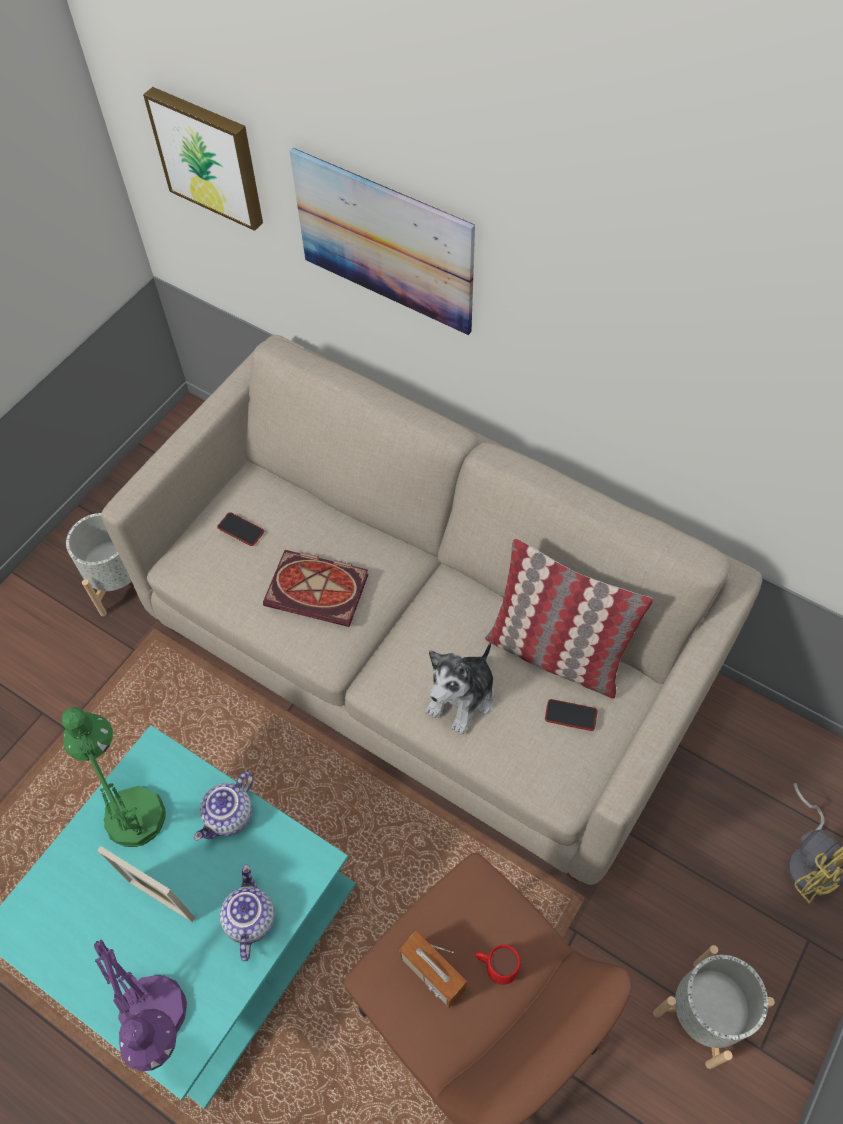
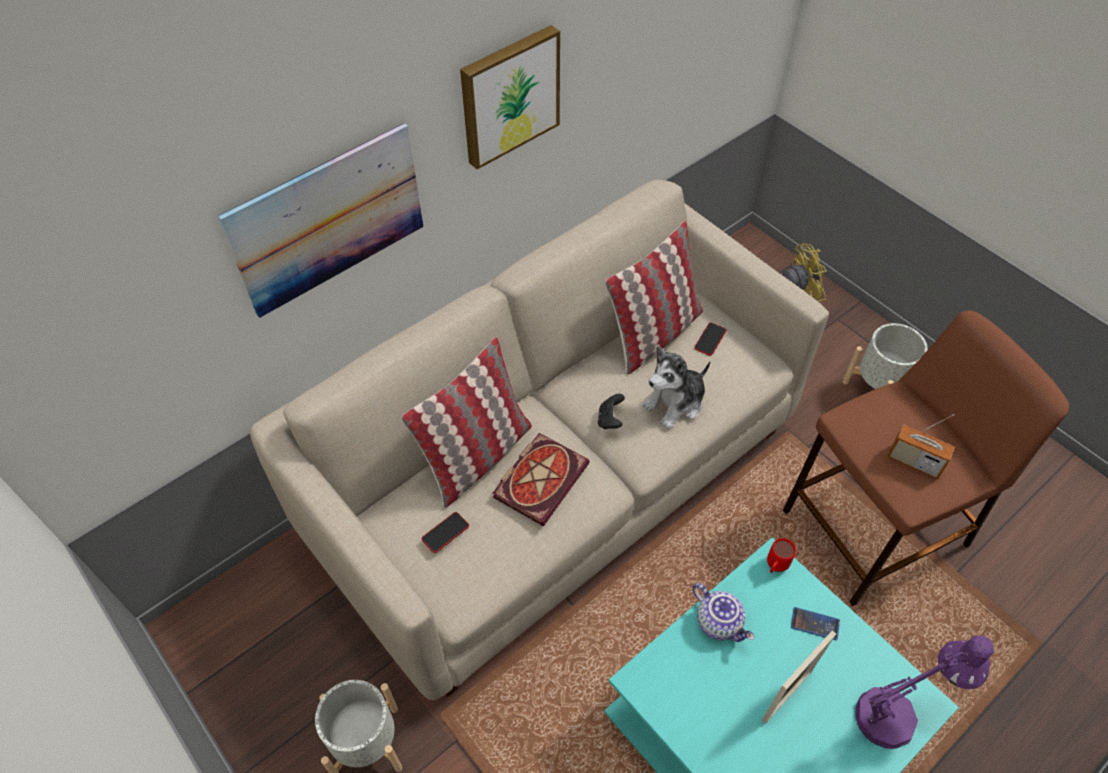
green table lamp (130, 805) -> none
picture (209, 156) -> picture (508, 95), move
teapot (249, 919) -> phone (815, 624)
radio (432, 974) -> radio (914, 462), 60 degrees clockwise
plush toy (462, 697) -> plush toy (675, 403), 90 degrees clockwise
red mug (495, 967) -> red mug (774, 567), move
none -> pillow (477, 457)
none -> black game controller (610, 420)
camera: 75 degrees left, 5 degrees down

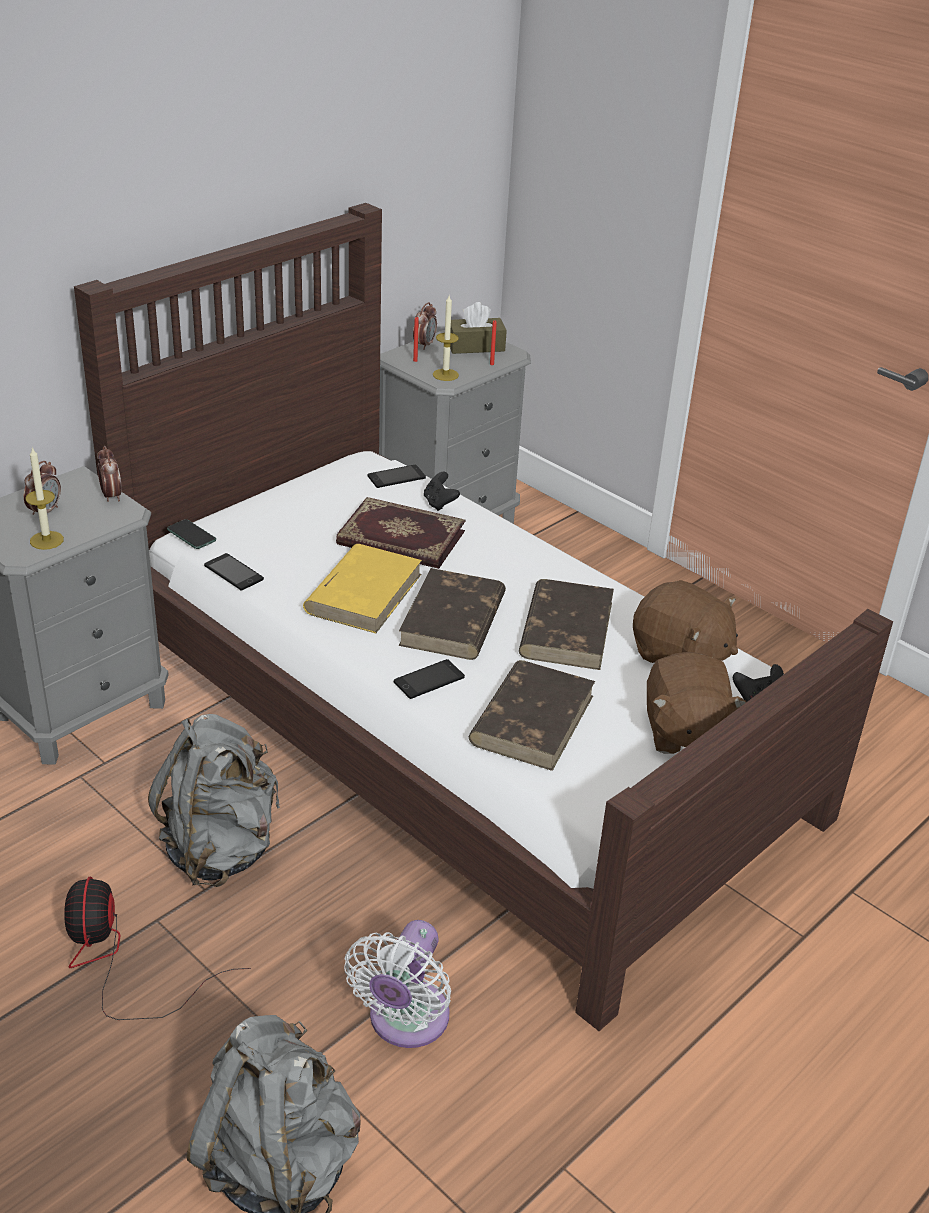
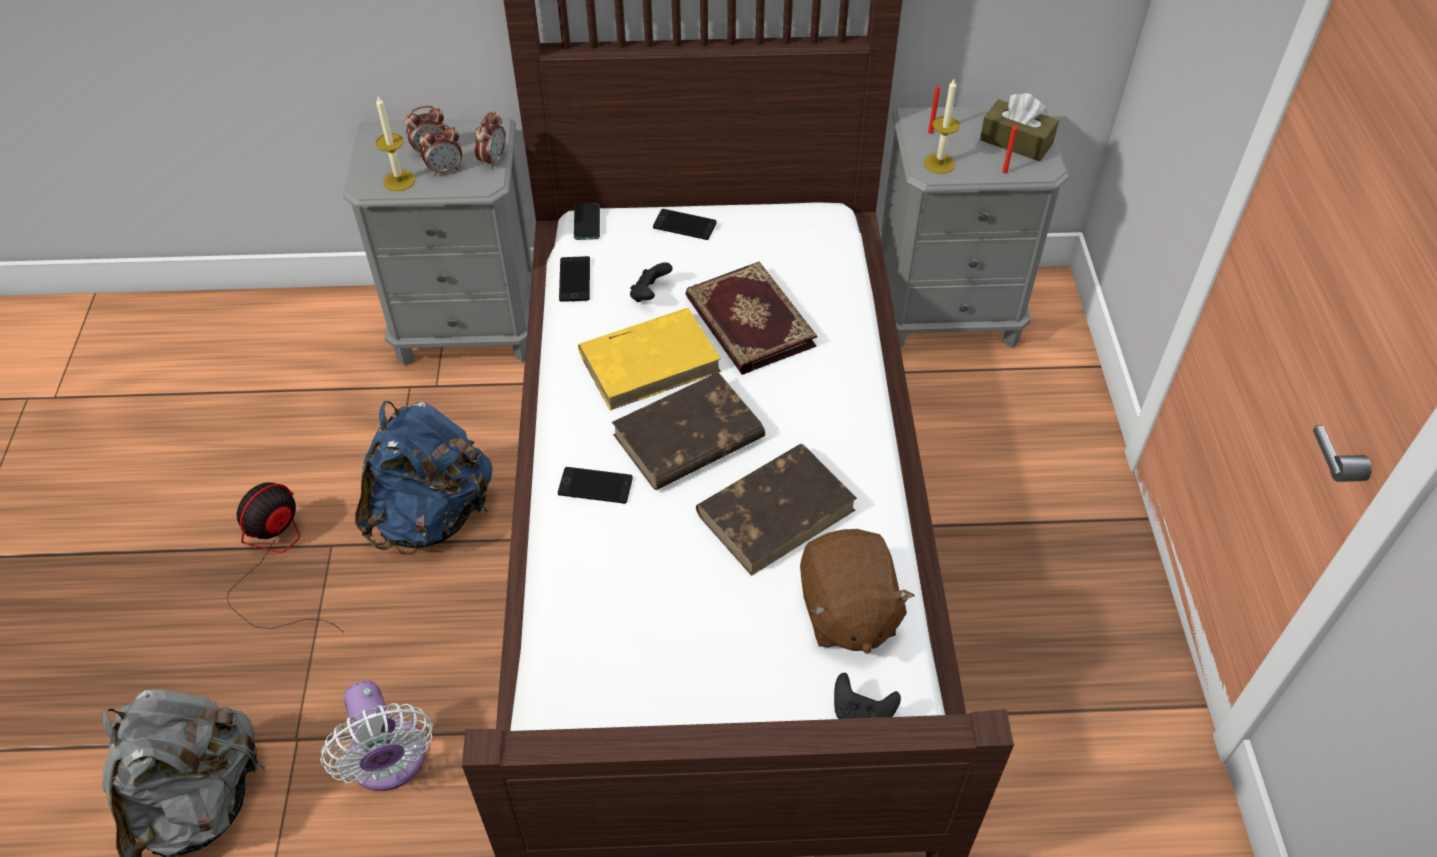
grey backpack (221, 848) -> blue backpack (432, 515)
white fan (405, 1022) -> white fan (389, 763), 90 degrees counterclockwise
phone (396, 477) -> phone (684, 225), move
alarm clock (424, 345) -> alarm clock (445, 170), move
black game controller (439, 503) -> black game controller (649, 294), move
brown book (532, 719) -> none
brown plush toy (684, 732) -> none
camera: 45 degrees right, 15 degrees up

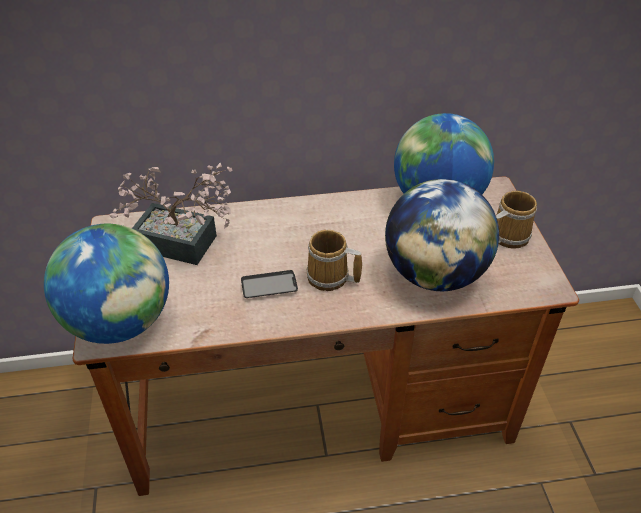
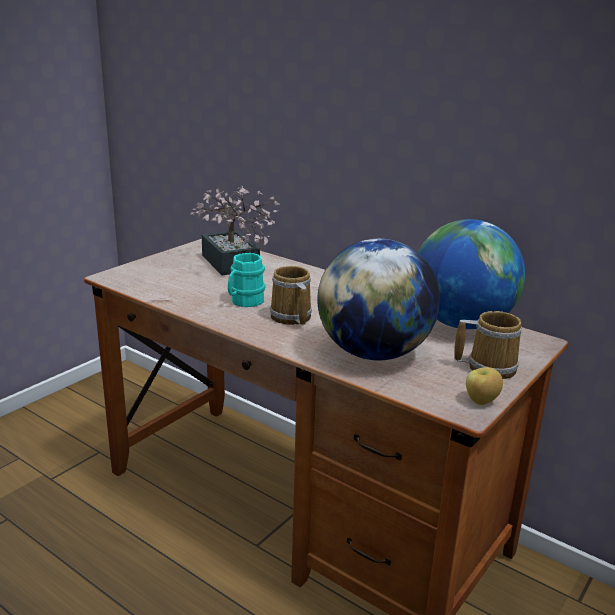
globe (120, 322) -> none
phone (269, 285) -> turquoise mug (244, 302)
none -> apple (481, 401)
camera: 45 degrees right, 20 degrees down

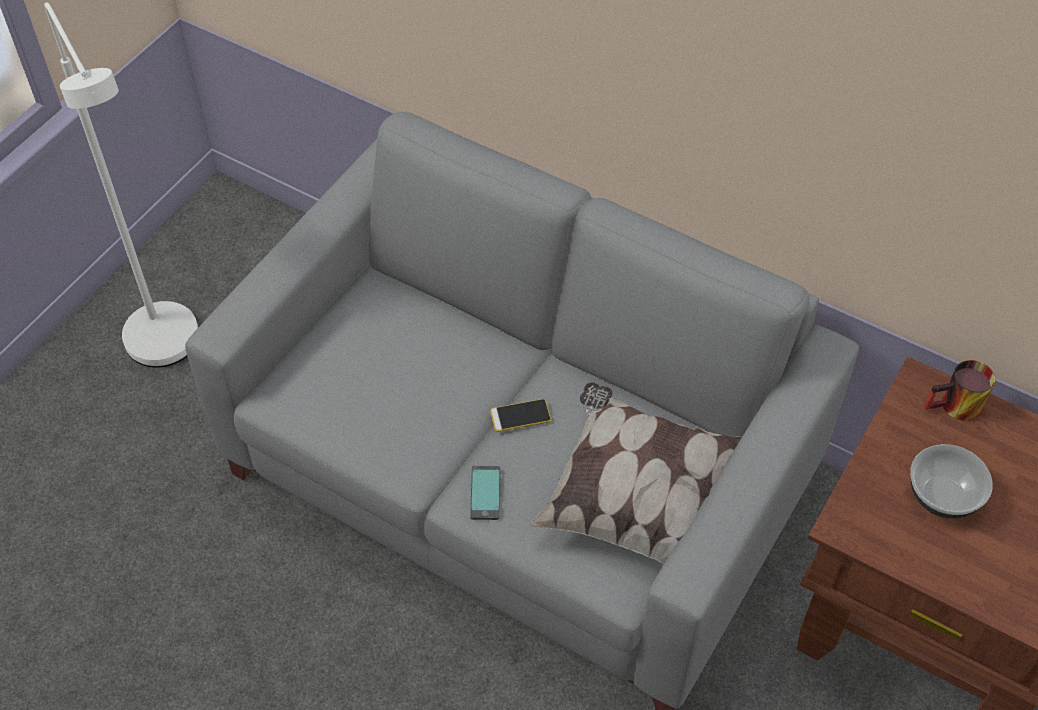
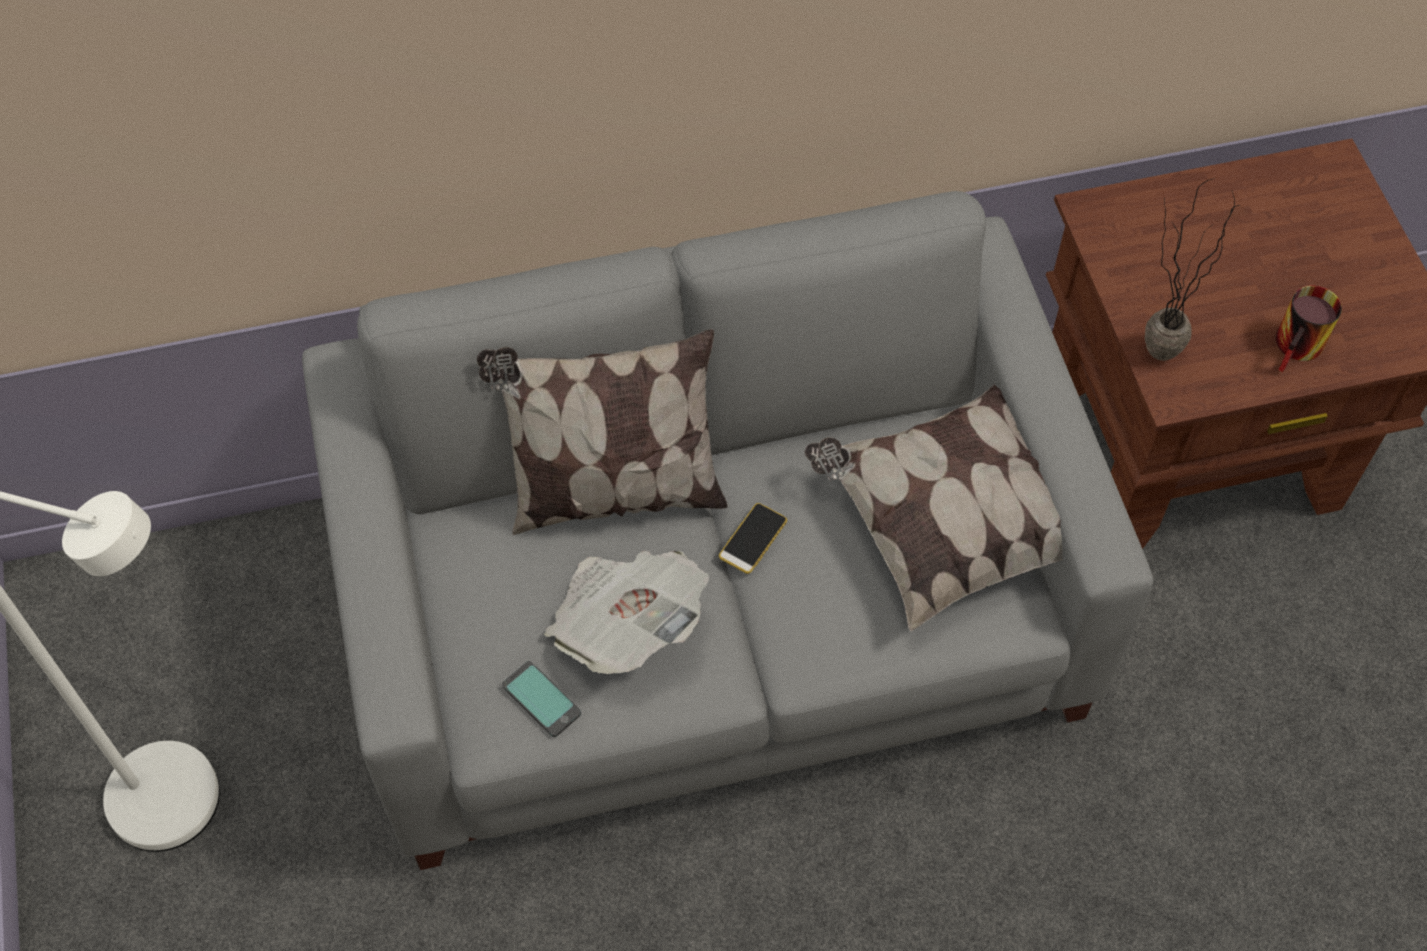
phone (485, 493) -> phone (542, 699), move
bowl (943, 495) -> none
mug (955, 408) -> mug (1300, 349), move
none -> pillow (612, 492)
none -> newspaper (626, 624)
none -> potted plant (1146, 354)
camera: 45 degrees left, 5 degrees up

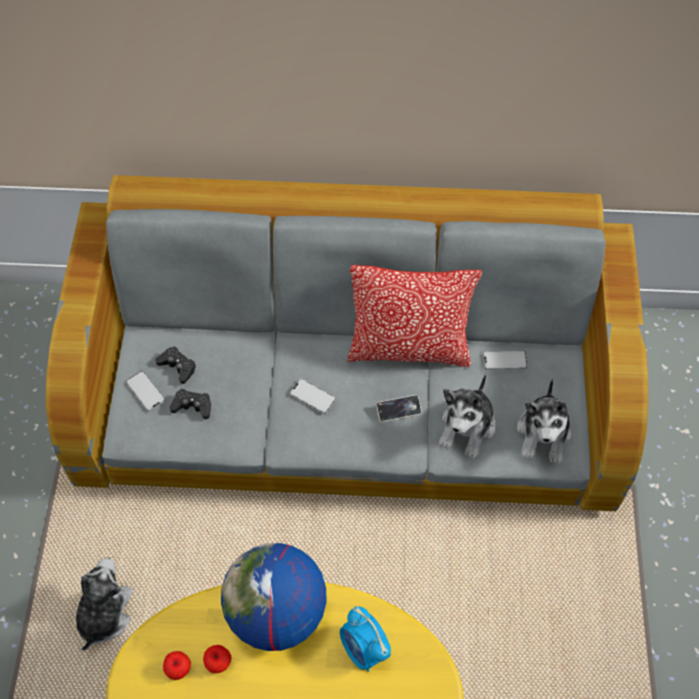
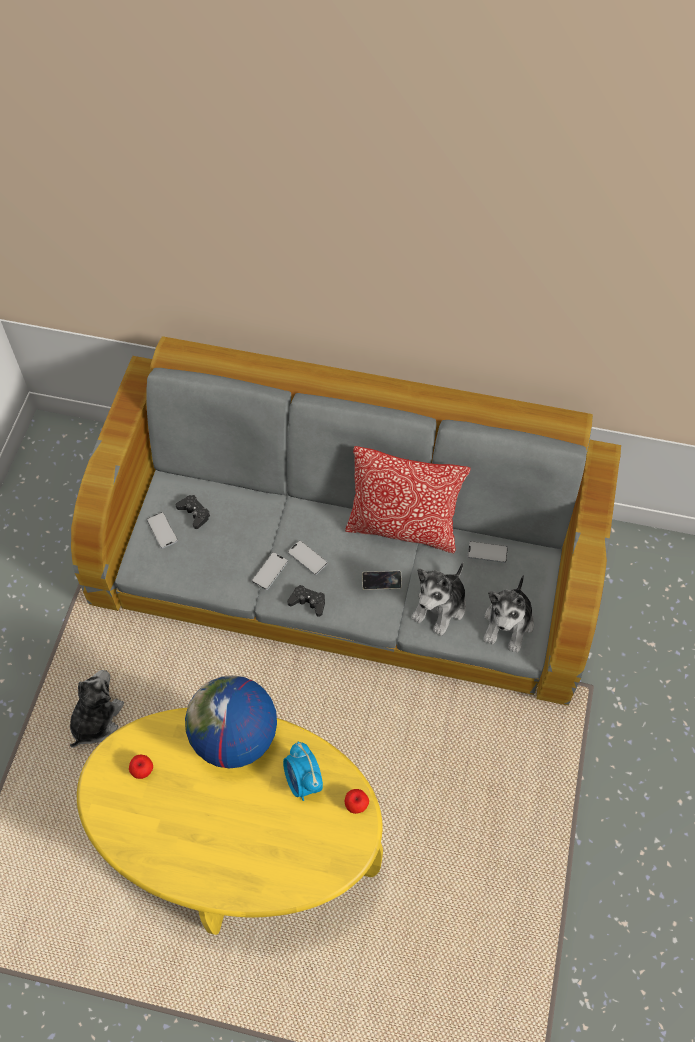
black game controller (192, 406) -> black game controller (308, 602), move
apple (218, 662) -> apple (356, 804), move
none -> phone (269, 571)
camera: 10 degrees right, 0 degrees up

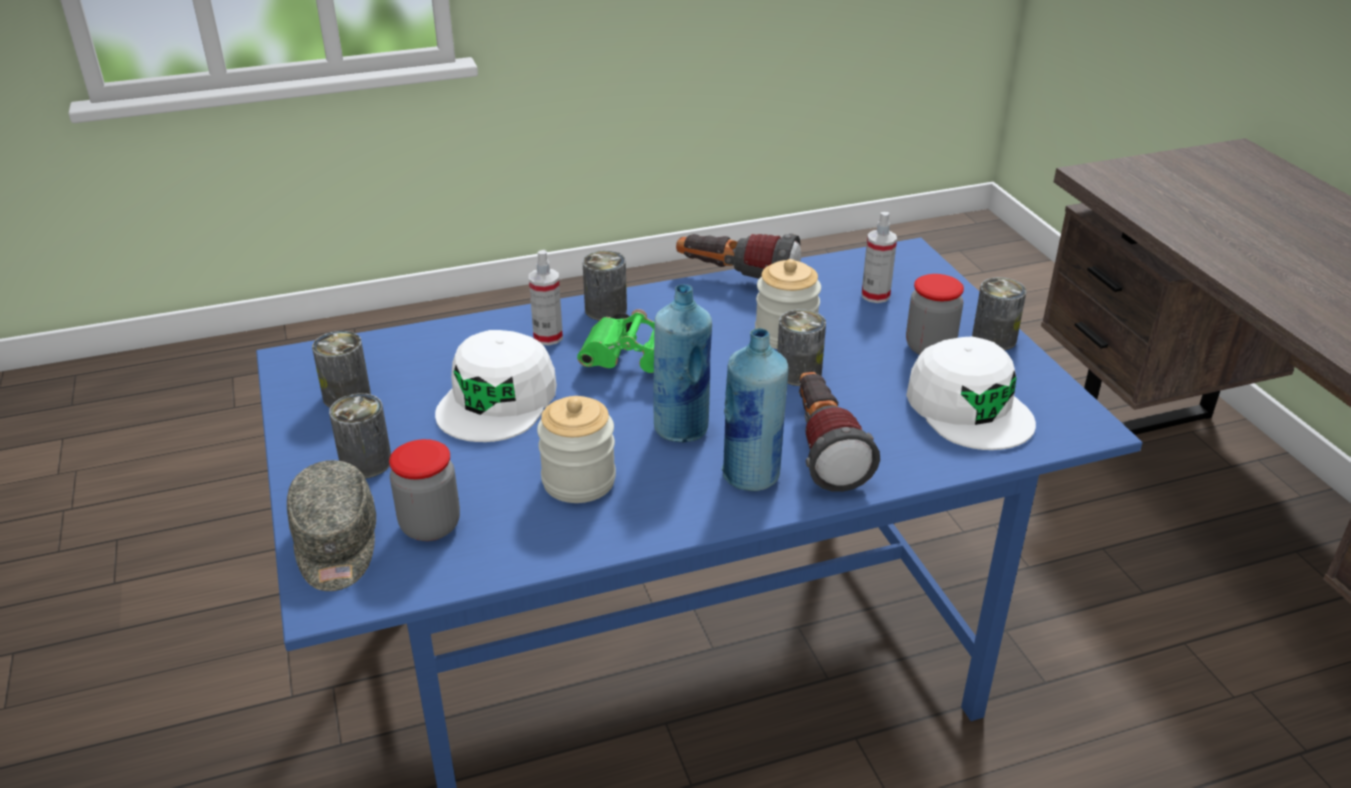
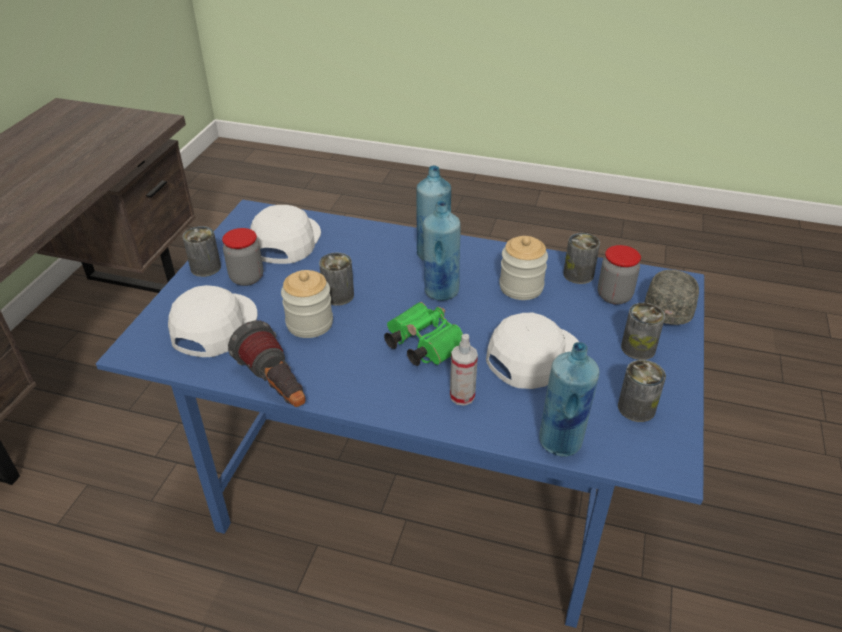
can (606, 310) -> can (578, 274), move
flashlight (823, 449) -> none
spray bottle (875, 295) -> white cap (214, 326)
none -> blue bottle (561, 441)
camera: 145 degrees left, 5 degrees up

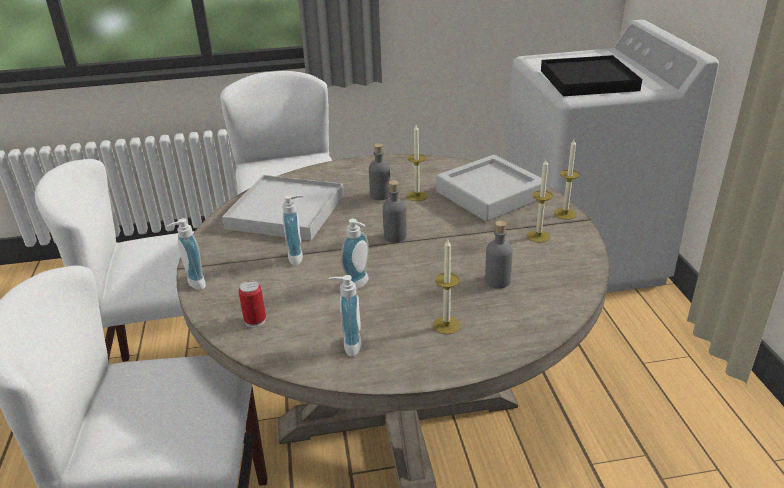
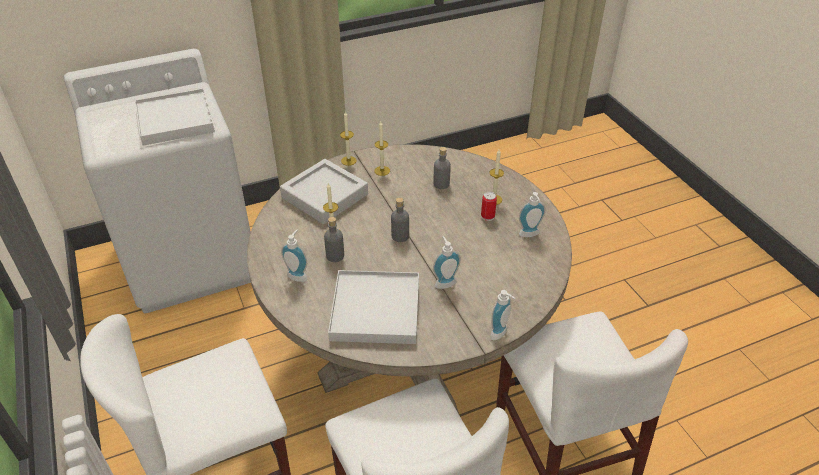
can (255, 320) -> can (487, 216), move
soap dispenser (360, 285) -> soap dispenser (298, 275), move
black tray (588, 80) -> white tray (175, 120)
camera: 105 degrees left, 10 degrees up

